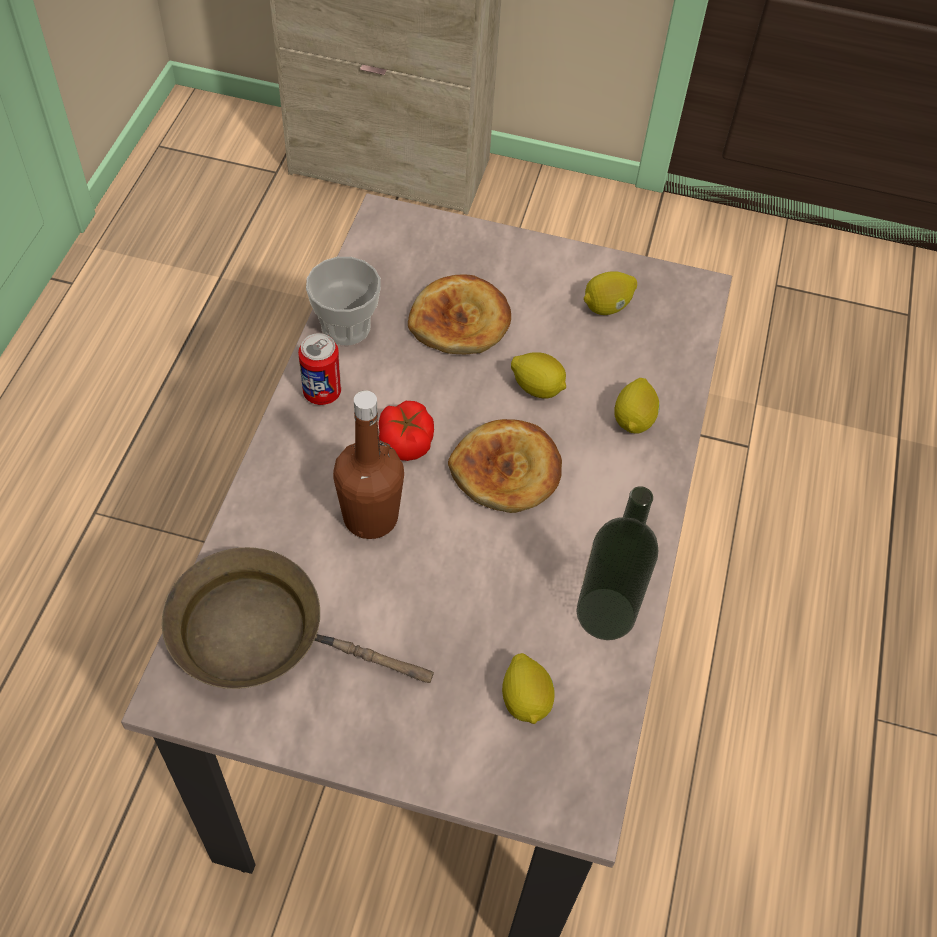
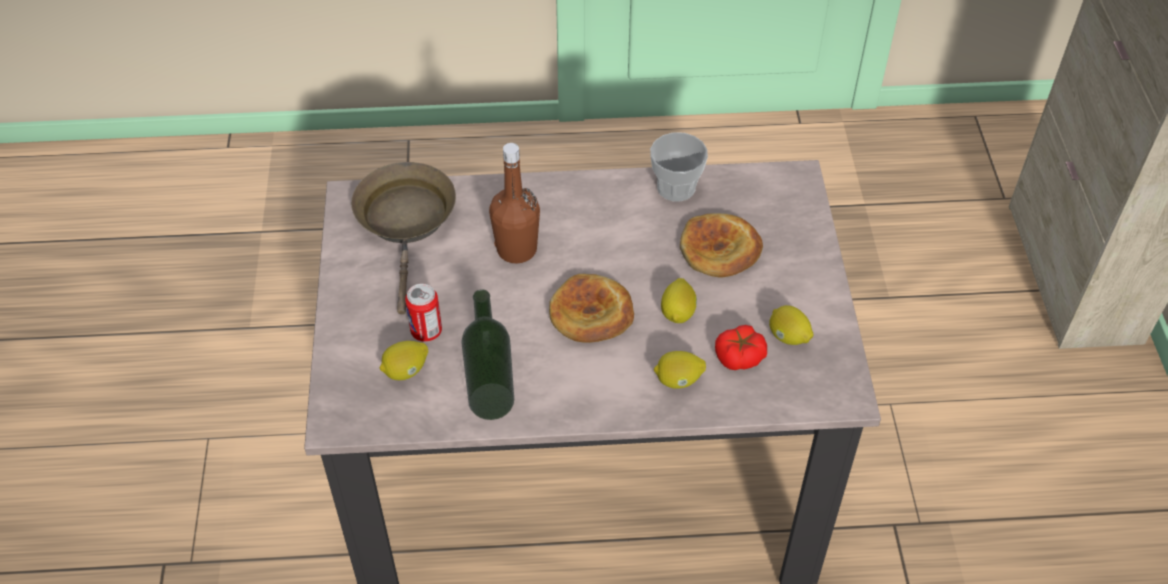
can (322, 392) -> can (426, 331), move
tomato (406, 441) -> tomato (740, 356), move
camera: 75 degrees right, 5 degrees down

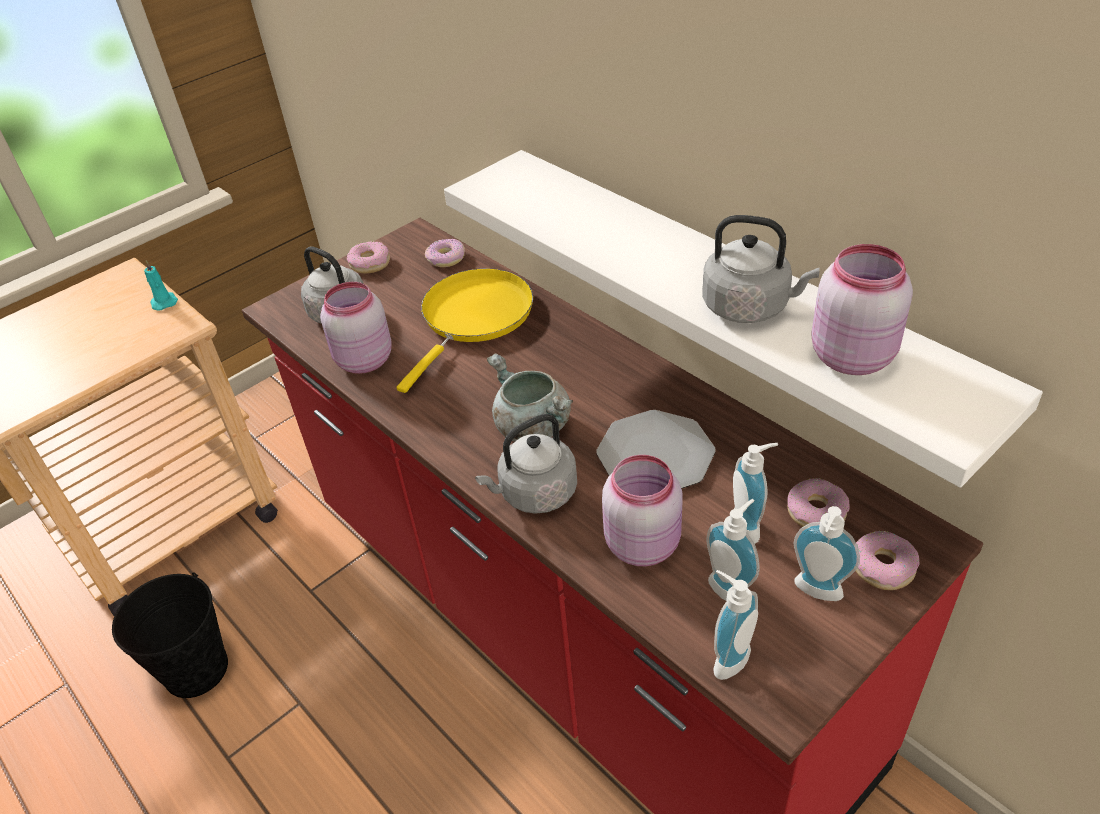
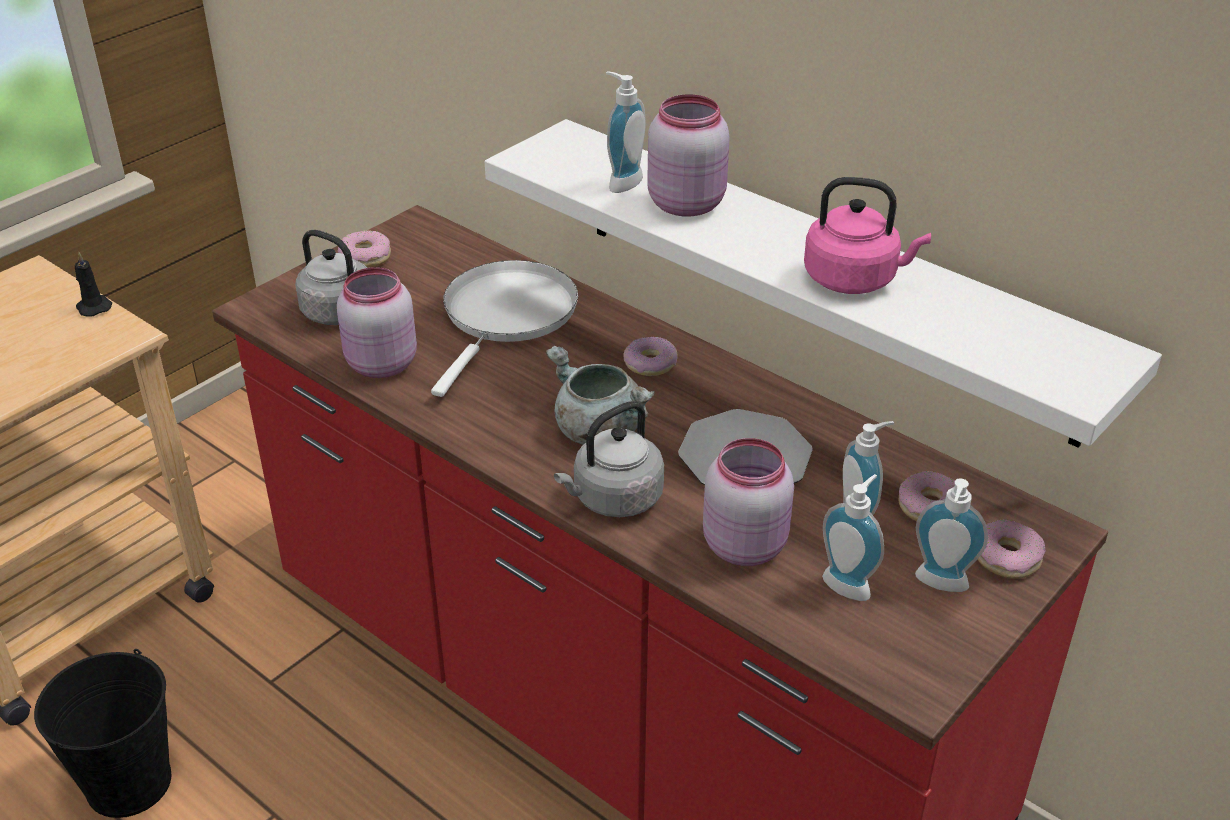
turquoise candle (164, 302) -> black candle (93, 307)
yellow frying pan (474, 318) -> white frying pan (507, 316)
donut (446, 258) -> donut (650, 364), move
grey kettle (750, 307) -> pink kettle (855, 279)
soap dispenser (726, 657) -> soap dispenser (621, 182), move
pink jar (851, 355) -> pink jar (686, 203), move
camera: 10 degrees left, 5 degrees down

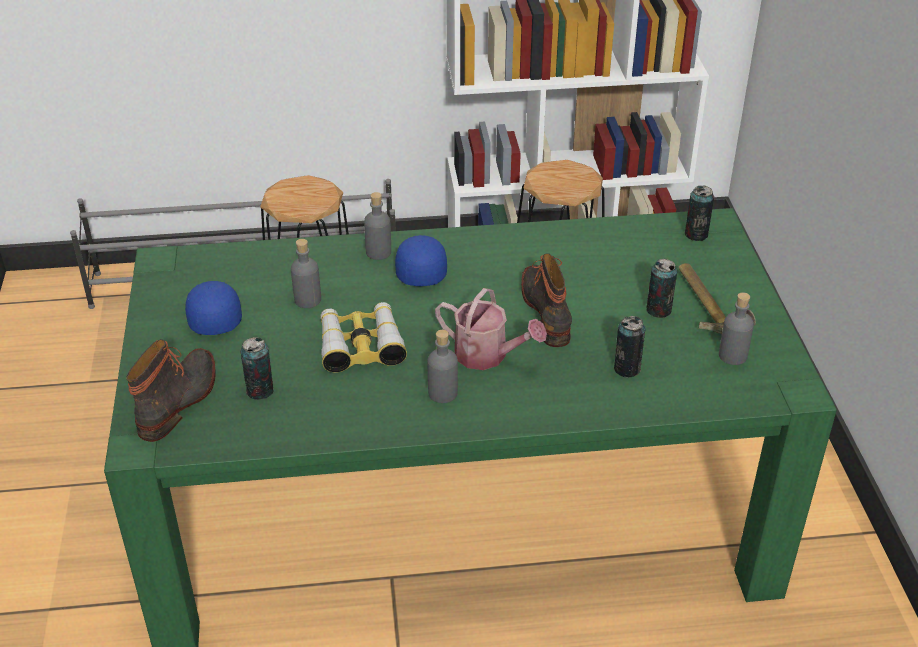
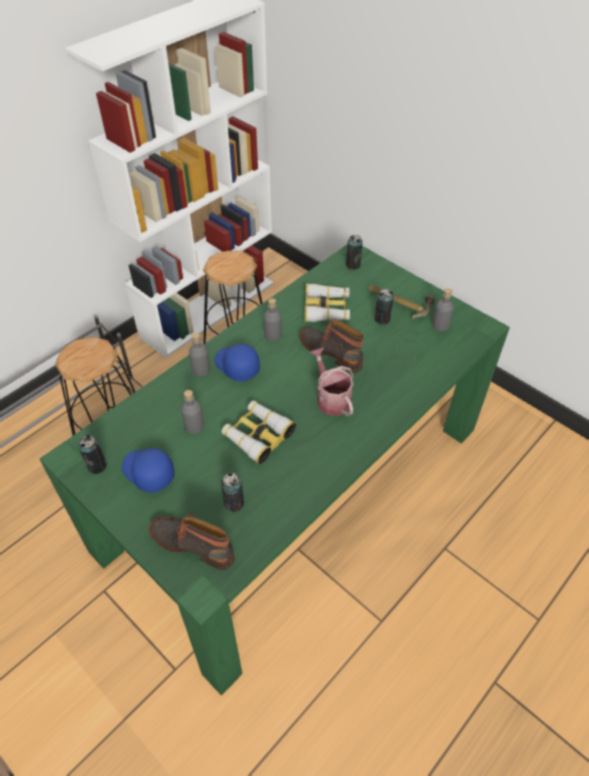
boot (179, 400) -> boot (193, 544), 45 degrees counterclockwise
grey bottle (443, 393) -> grey bottle (273, 335), move
watering can (487, 355) -> watering can (331, 398), 105 degrees counterclockwise
can (627, 369) -> can (97, 466), move
none -> binoculars (327, 309)
camera: 40 degrees left, 10 degrees up

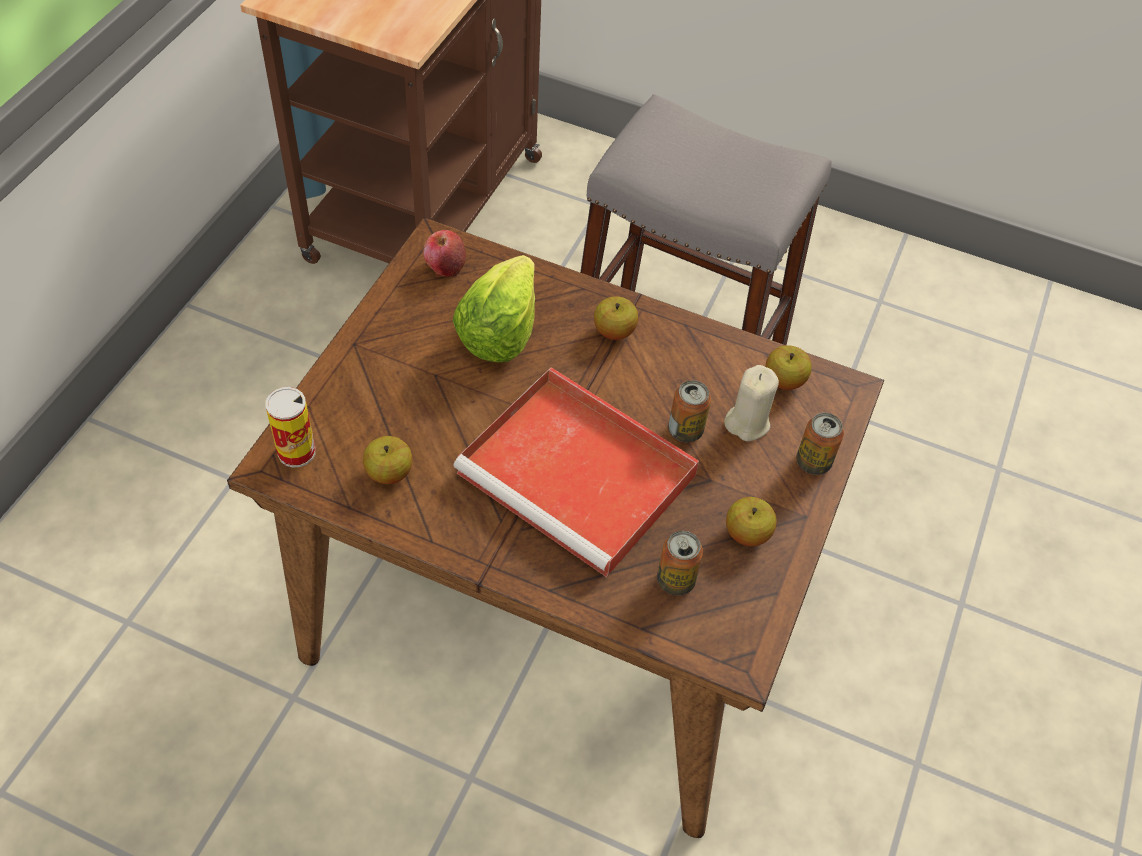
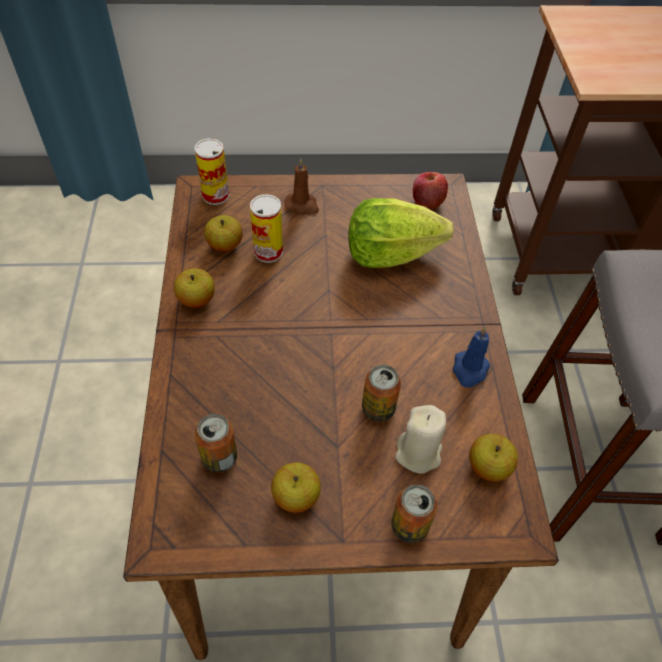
red tray (581, 476) -> none
apple (614, 331) -> apple (196, 299), move
none -> can (268, 252)
none -> brown candle (302, 205)
none -> blue candle (469, 370)
camera: 65 degrees right, 0 degrees up

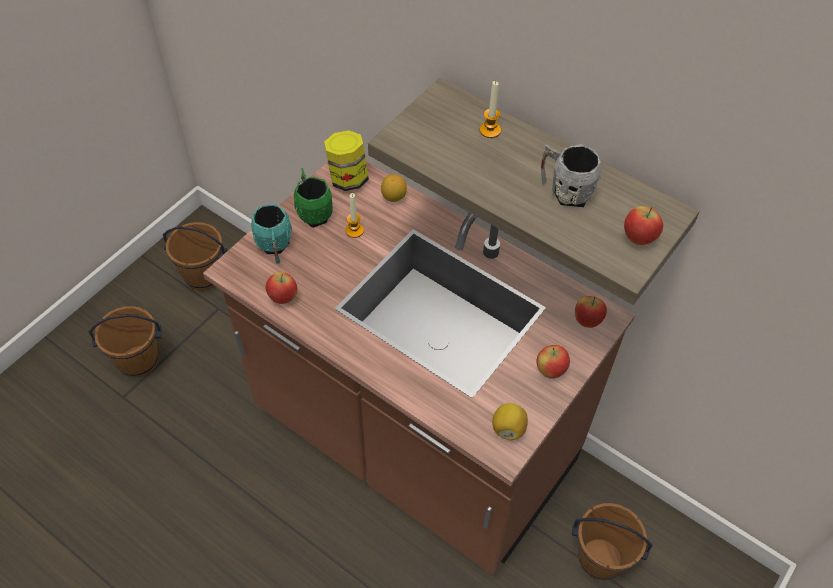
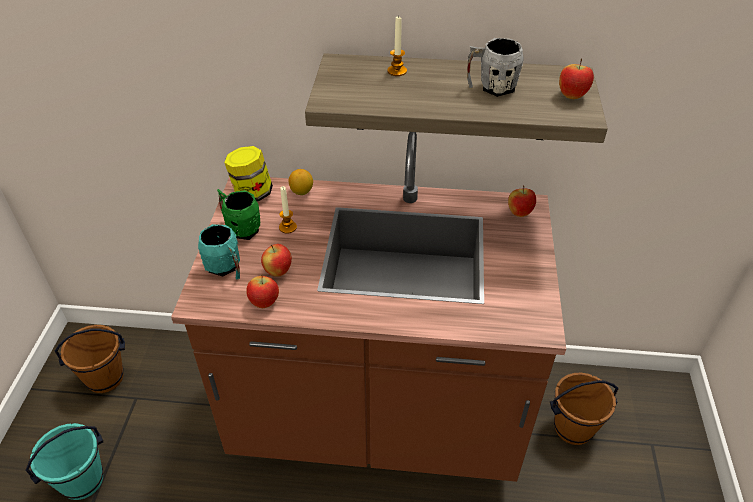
brown bucket (139, 361) -> turquoise bucket (82, 480)
lemon (508, 428) -> none
apple (550, 371) -> apple (278, 271), move
camera: 30 degrees left, 10 degrees down

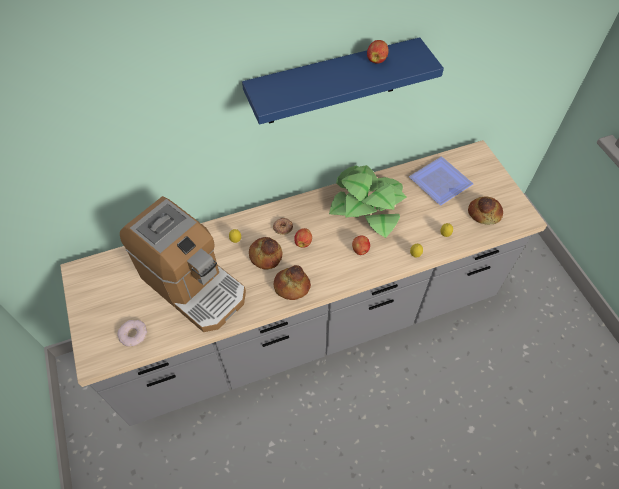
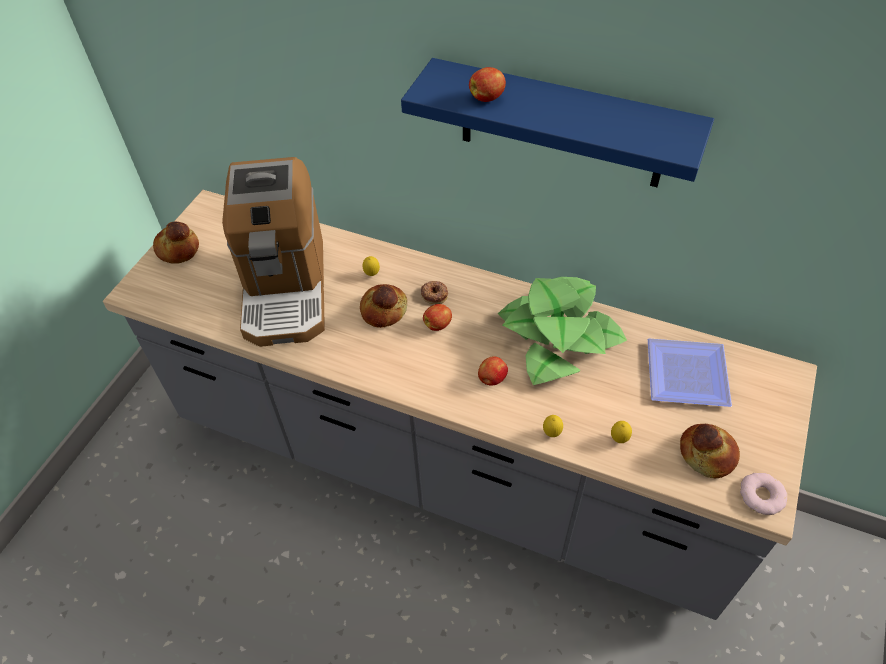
donut (133, 334) -> donut (761, 496), move
bread (291, 286) -> bread (177, 249), move
apple (376, 60) -> apple (487, 98), move
camera: 45 degrees right, 5 degrees down

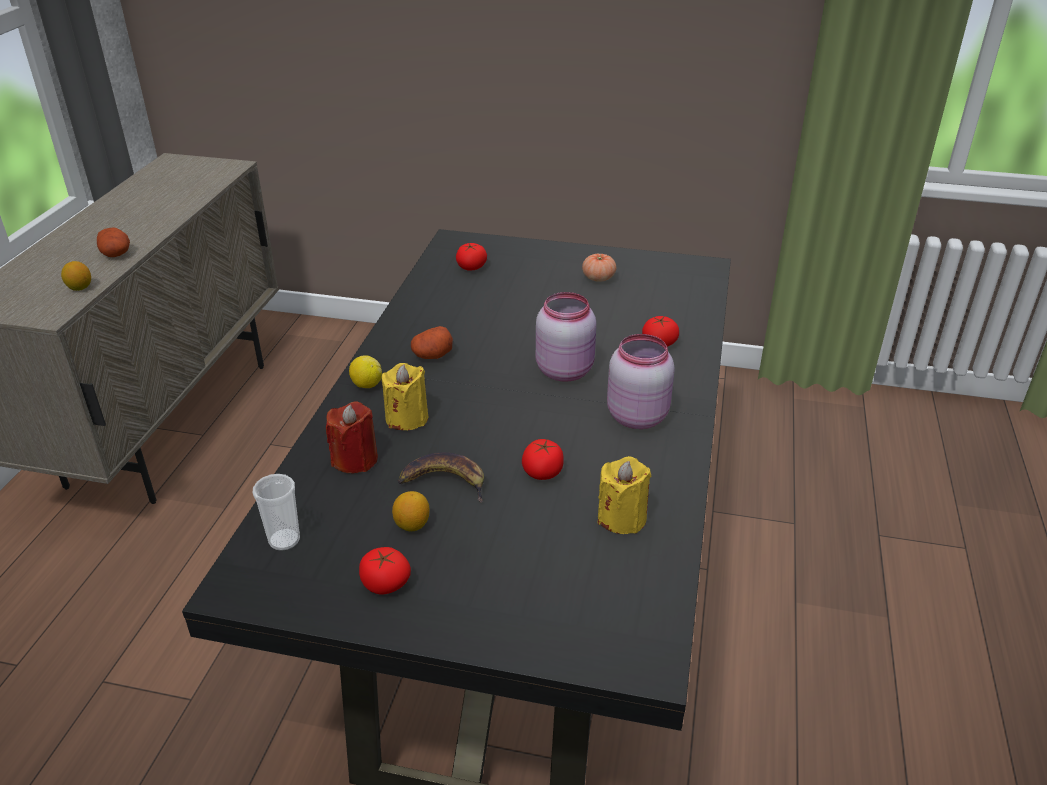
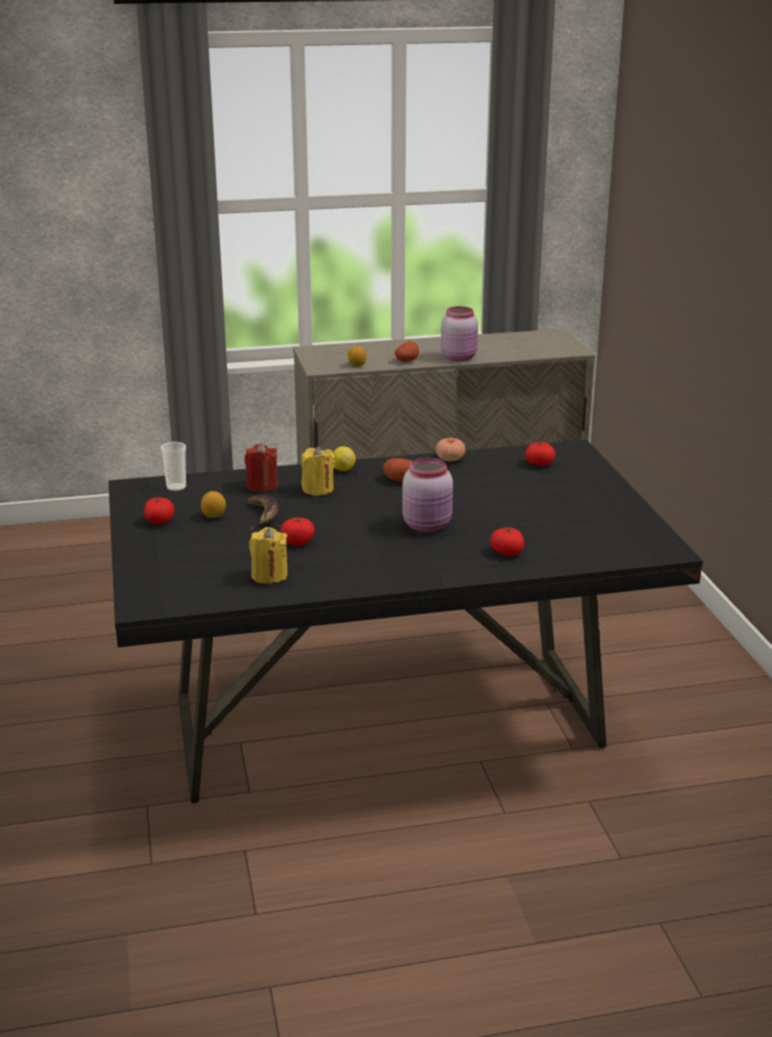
tomato (598, 278) -> tomato (450, 459), move
pink jar (637, 415) -> pink jar (459, 357), move
camera: 65 degrees right, 10 degrees down

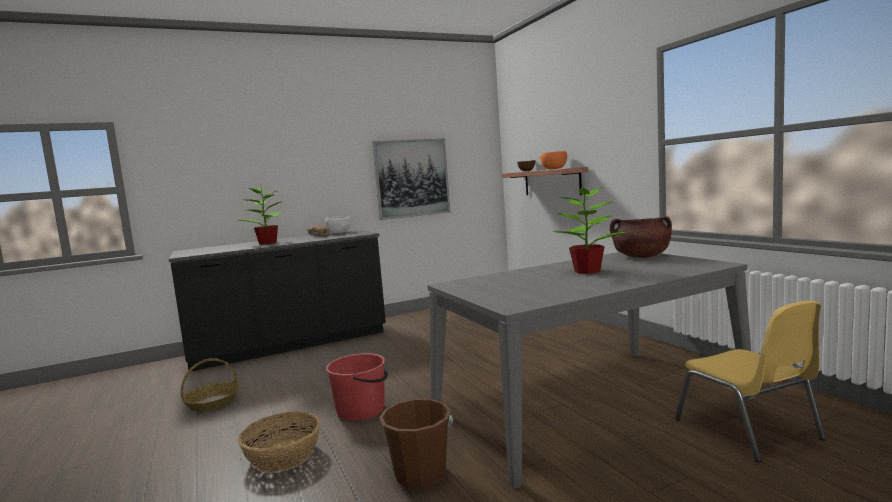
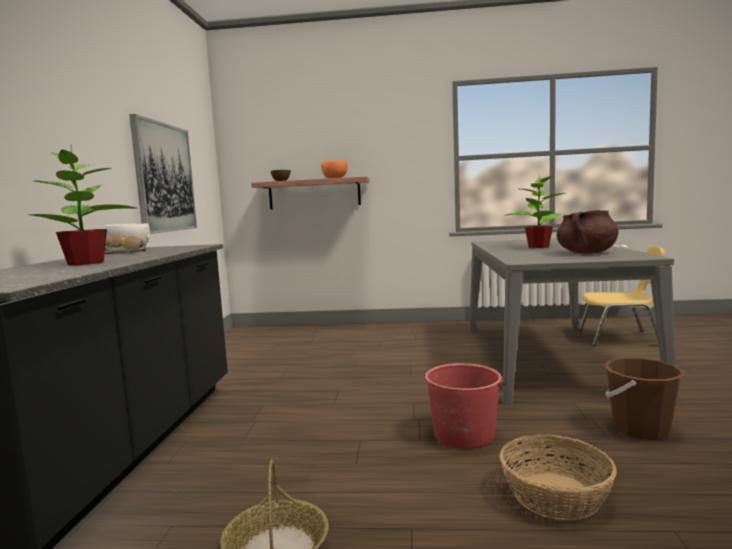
brown cooking pot (641, 256) -> brown cooking pot (586, 253), move
camera: 60 degrees left, 0 degrees up

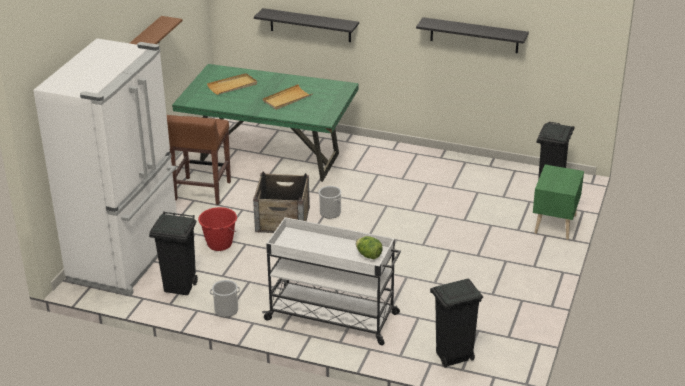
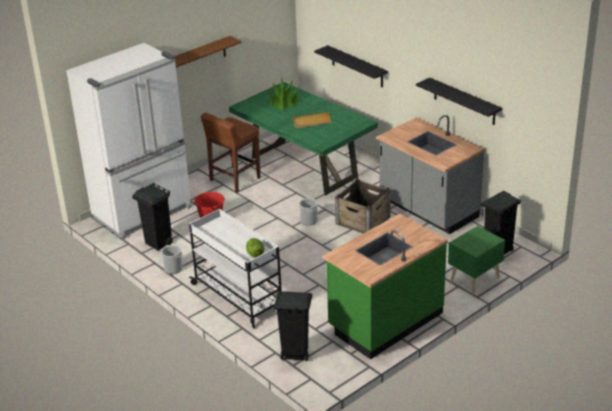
beige tray (232, 86) -> potted plant (283, 102)
crate (283, 219) -> crate (363, 220), move
none -> green counter (385, 321)
none -> grey counter (427, 210)
camera: 30 degrees right, 0 degrees up

